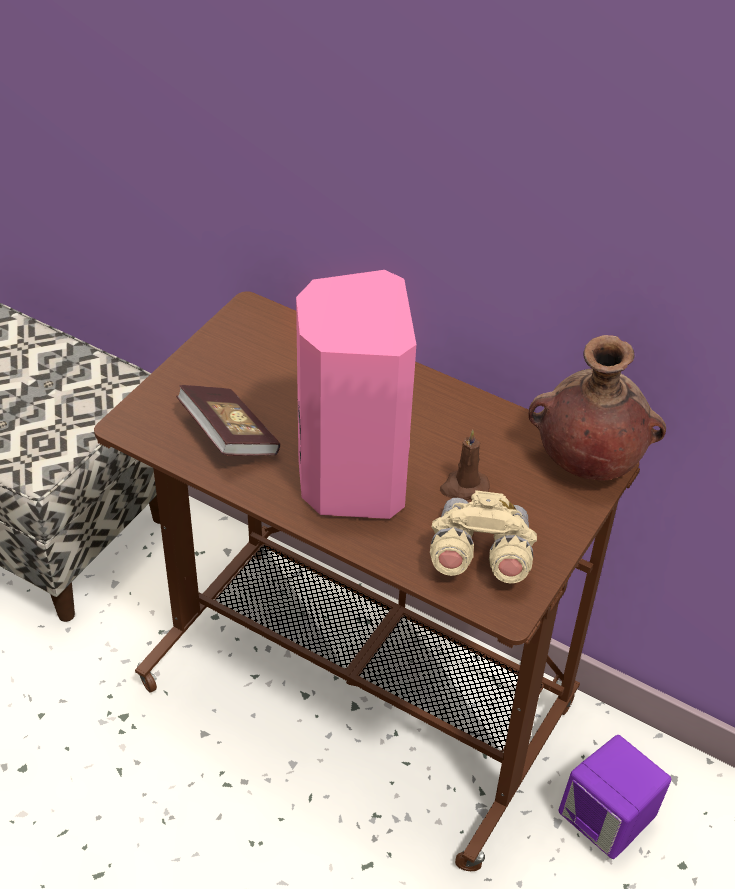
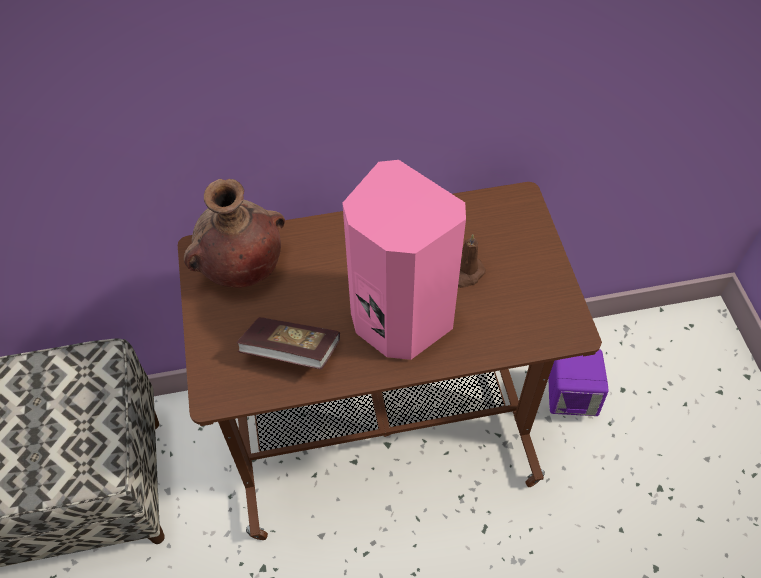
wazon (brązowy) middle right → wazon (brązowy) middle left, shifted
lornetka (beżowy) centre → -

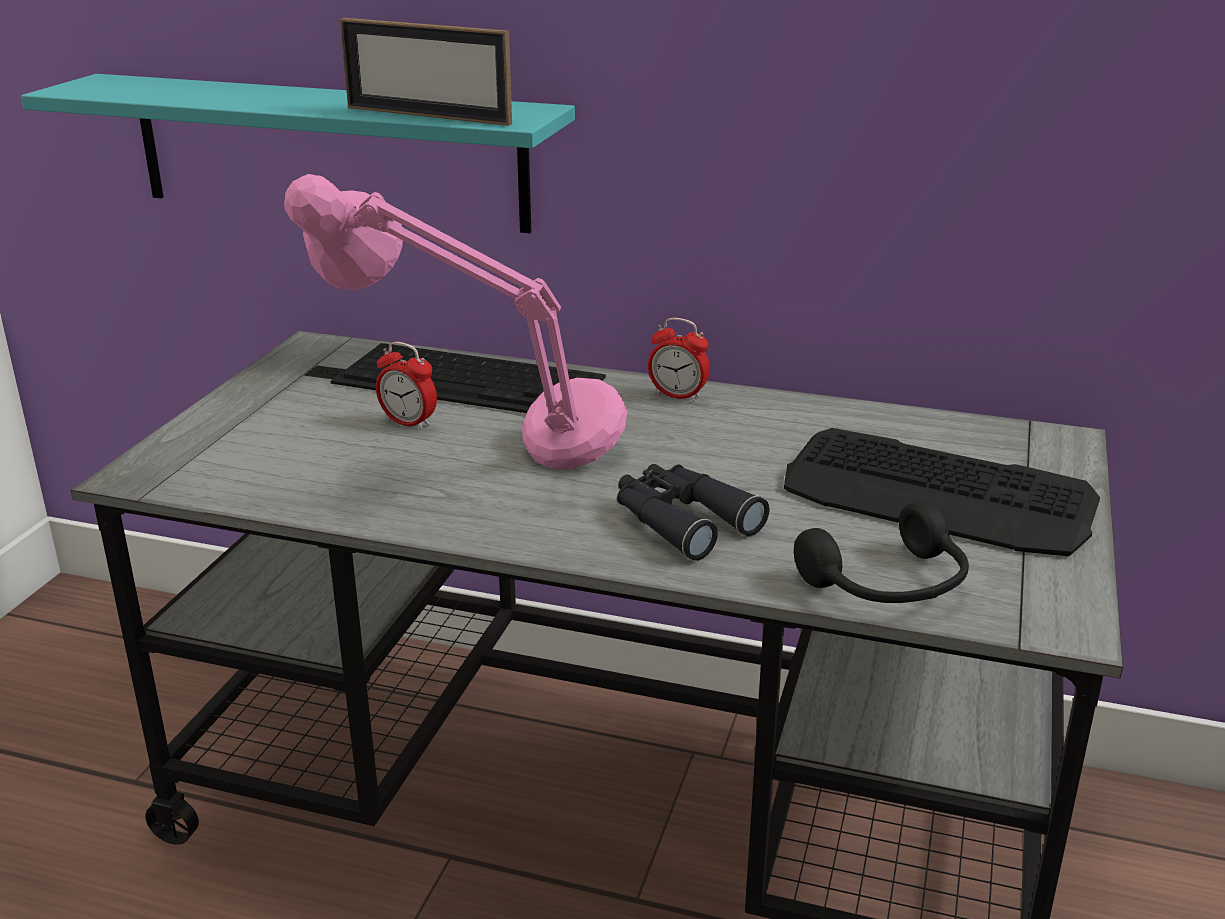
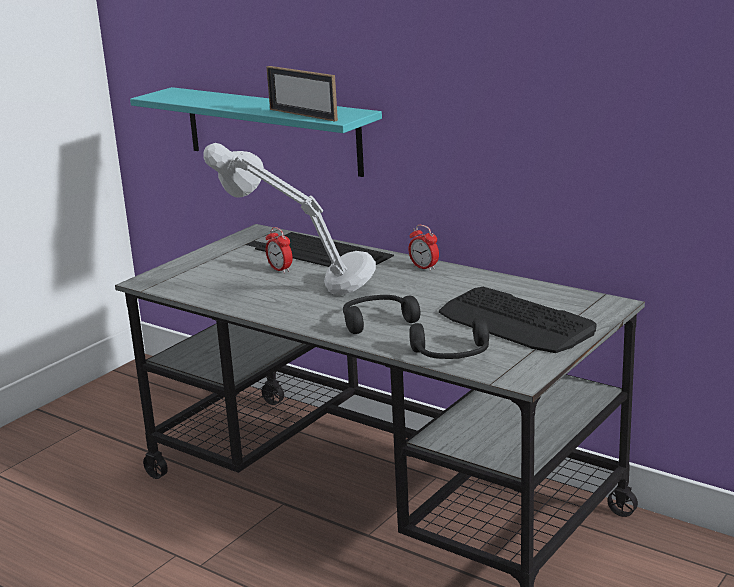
lampa stołowa (różowy) centre → lampa stołowa (szary) centre
lornetka (czarny) centre → słuchawki (czarny) (no. 1 from left) centre

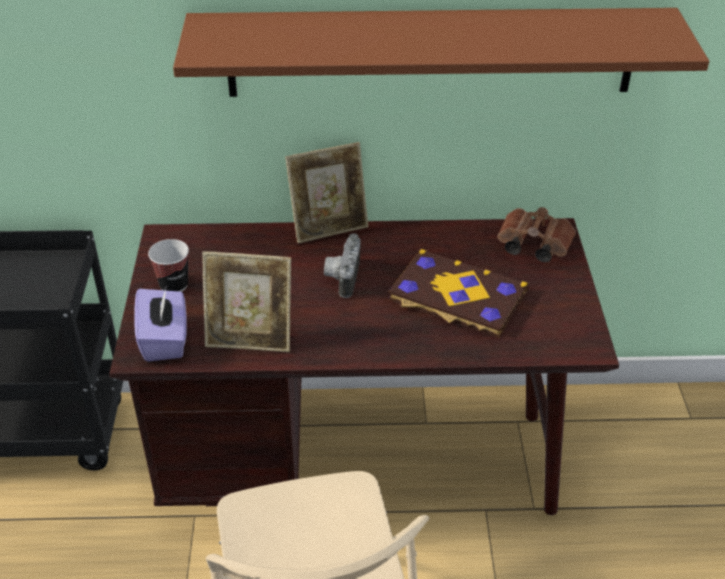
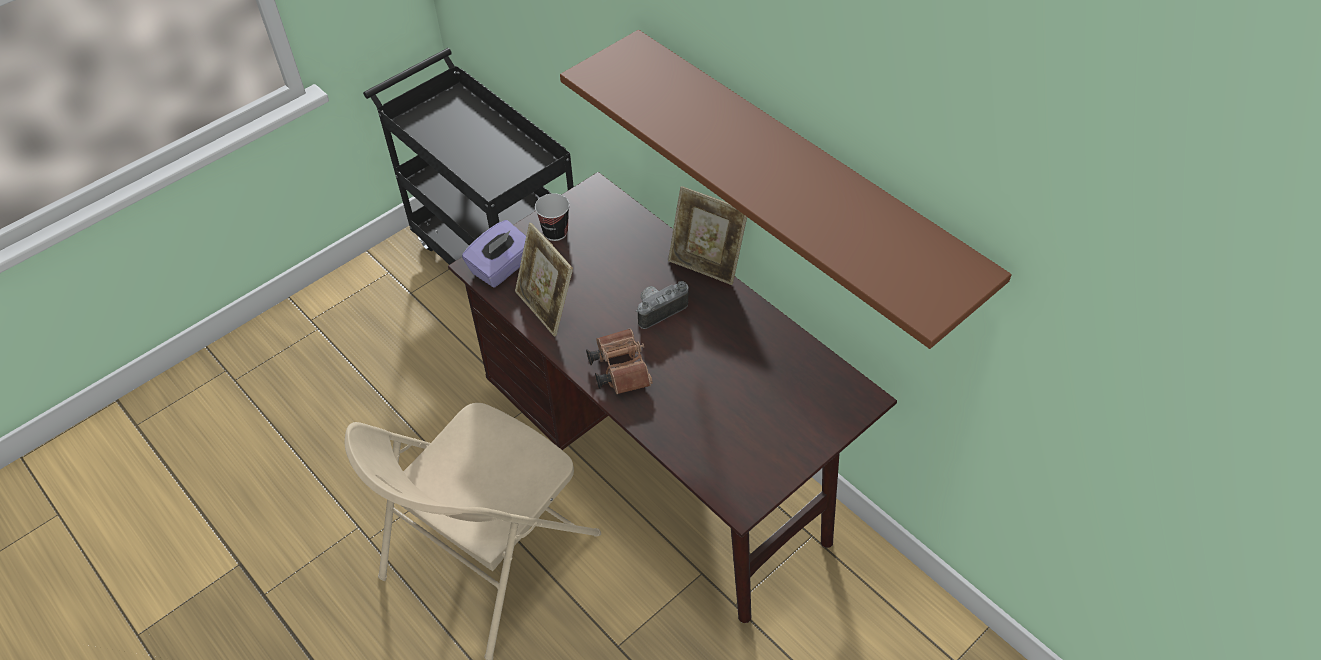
lornetka (brązowy) middle right → lornetka (brązowy) centre, shifted
książka centre → -

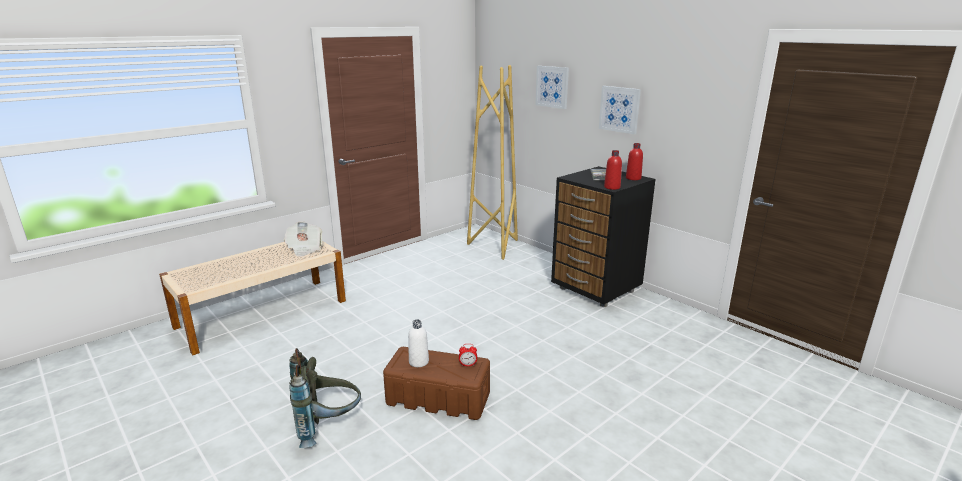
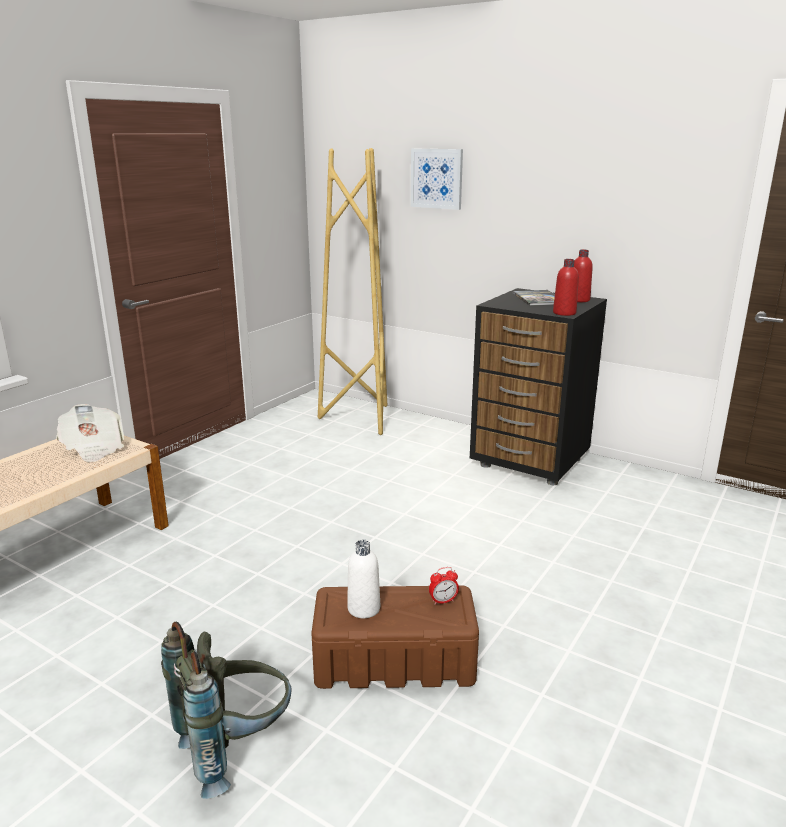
obraz (no. 2 from left) top centre → -

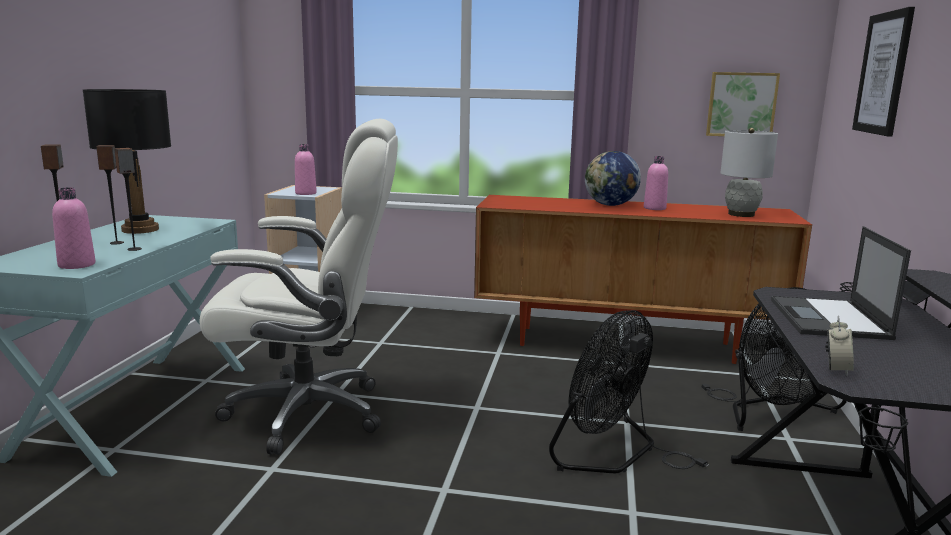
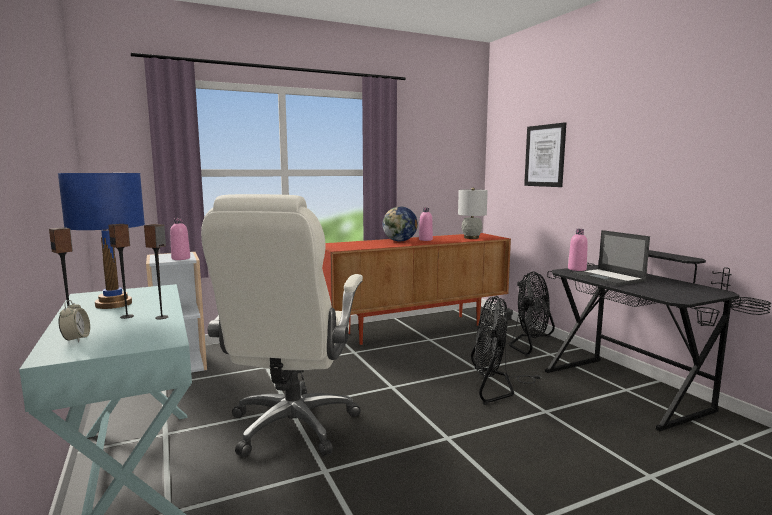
obraz (no. 1 from left) top right → -
lampa stołowa (czarny) top left → lampa stołowa (niebieski) middle left
krzesło biurowe (biały) middle left → krzesło biurowe (biały) centre, 135 degrees clockwise
butelka (różowy) (no. 1 from left in the first image) middle left → butelka (różowy) (no. 3 from left) middle right, shifted
budzik middle right → budzik middle left, shifted

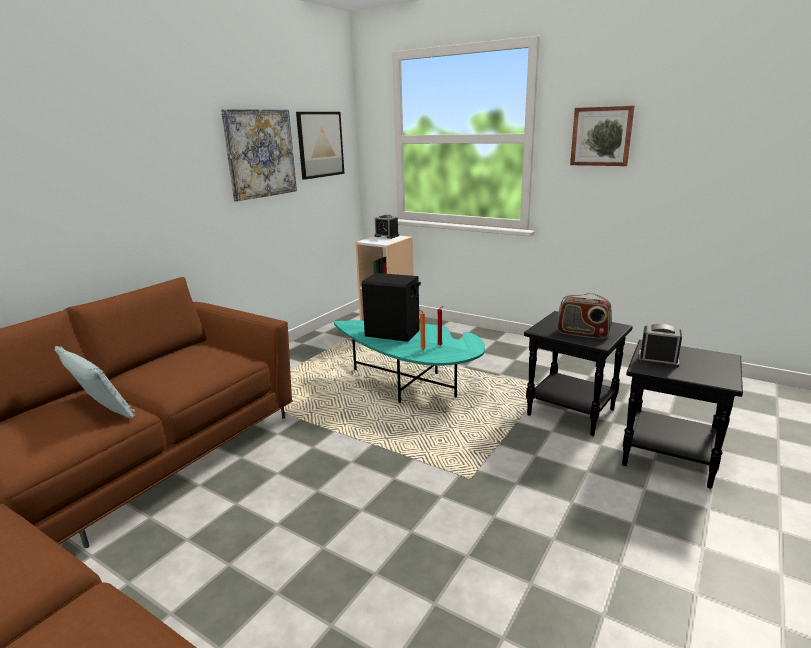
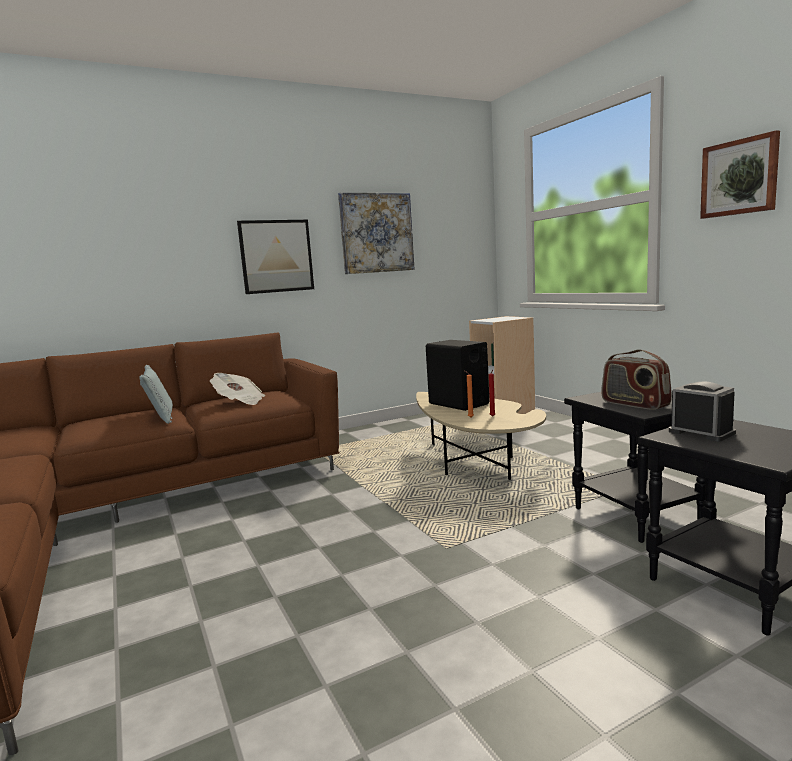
obraz (no. 2 from left in the first image) top centre → obraz (no. 1 from left) centre, shifted
budzik (no. 1 from left) centre → -
ława (turkusowy) centre → ława (beżowy) centre
- → gazeta middle left

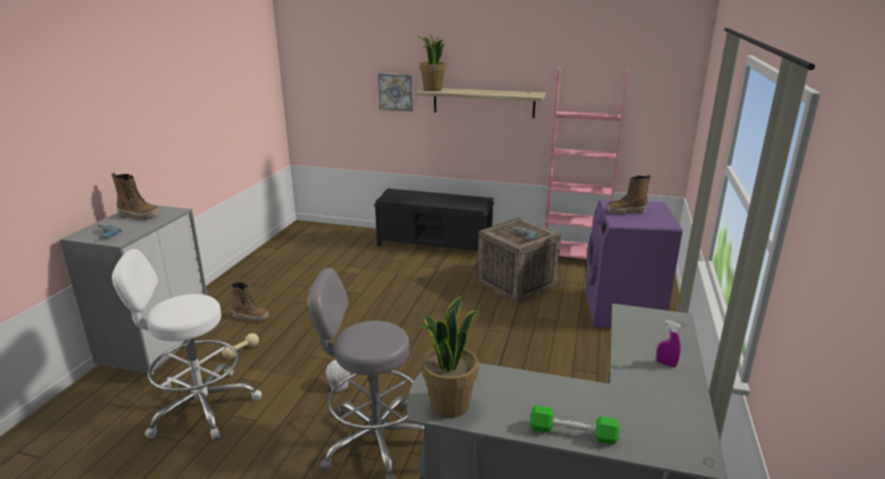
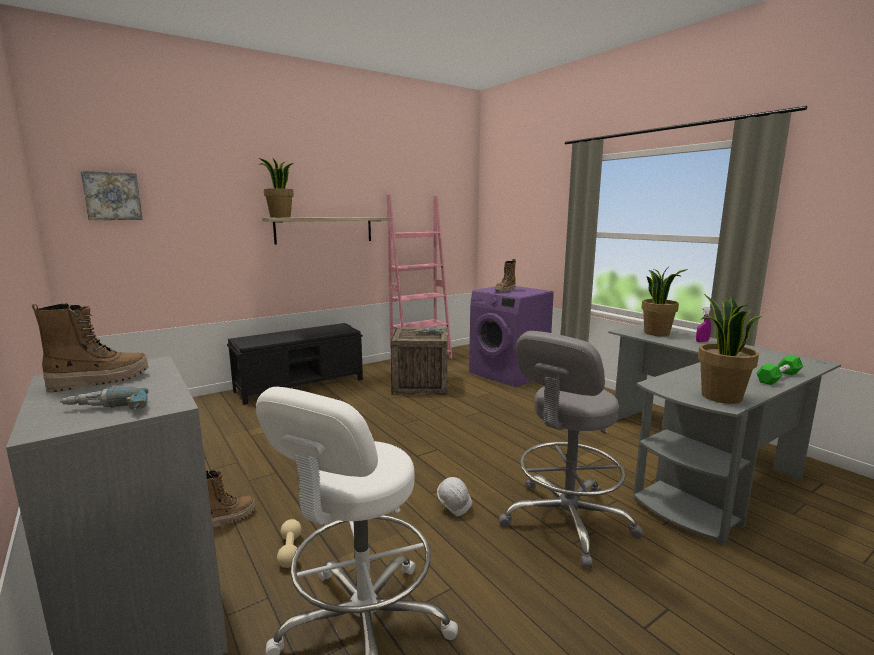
obraz top centre → obraz top left, shifted
- → roślina doniczkowa (no. 2 from left) middle right

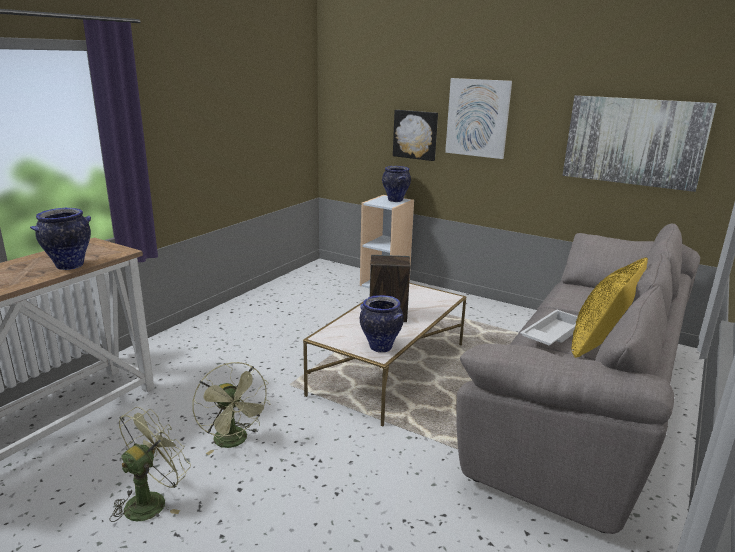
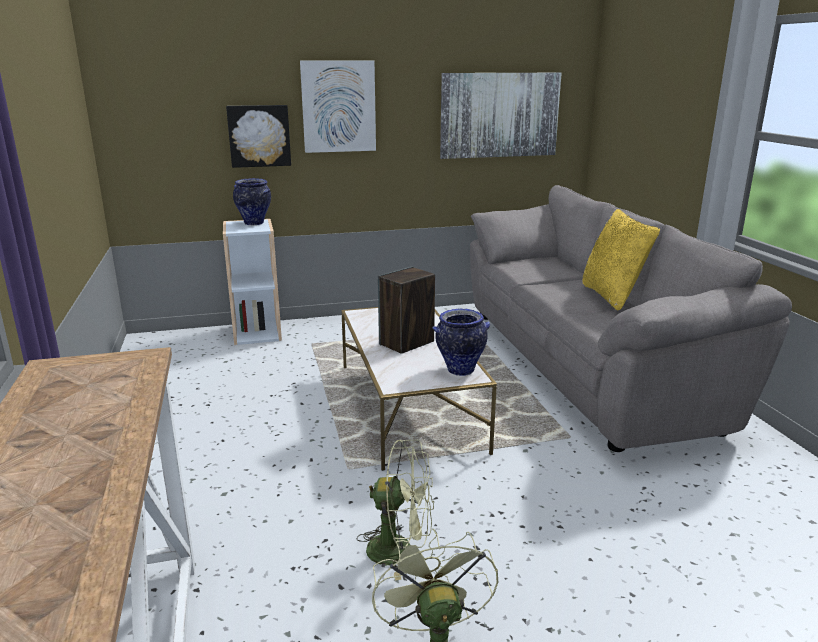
wazon (no. 1 from left) middle left → -
taca (biały) middle right → -

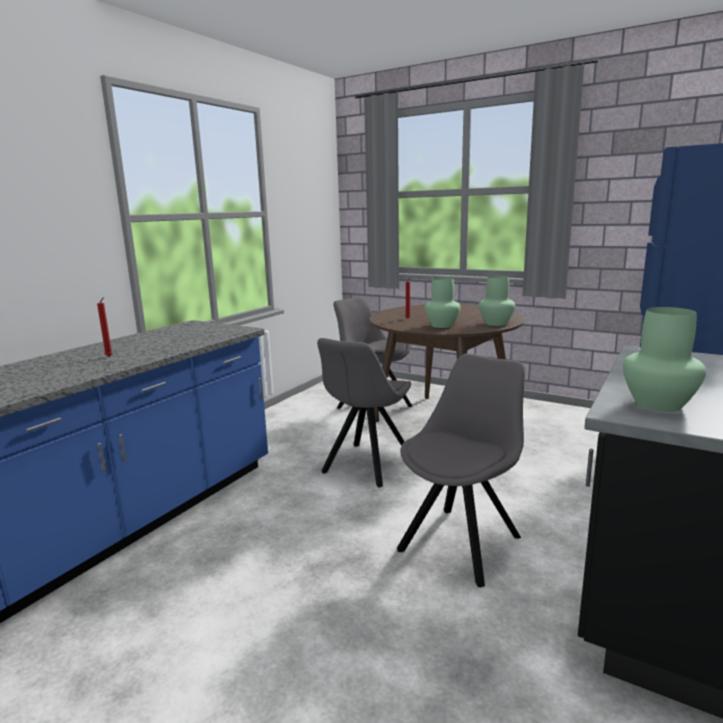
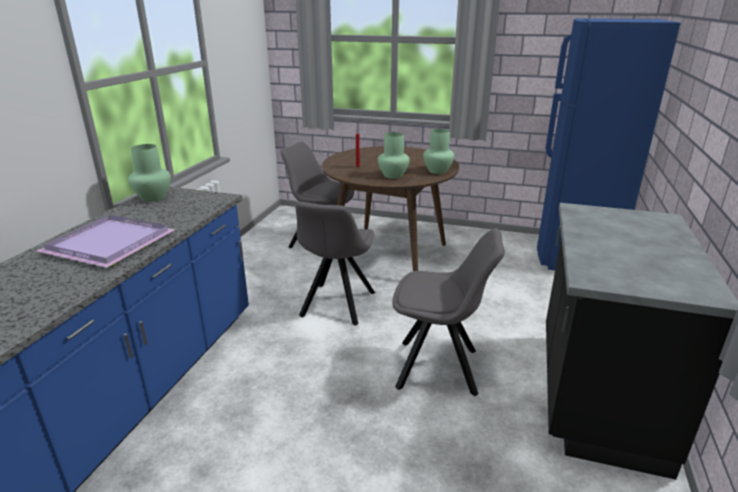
świeca (czerwony) (no. 1 from left) middle left → taca (fioletowy) middle left
wazon (zielony) (no. 3 from left in the first image) middle right → wazon (zielony) (no. 1 from left) middle left, shifted
krzesło (szary) (no. 3 from left) centre, 75 degrees clockwise

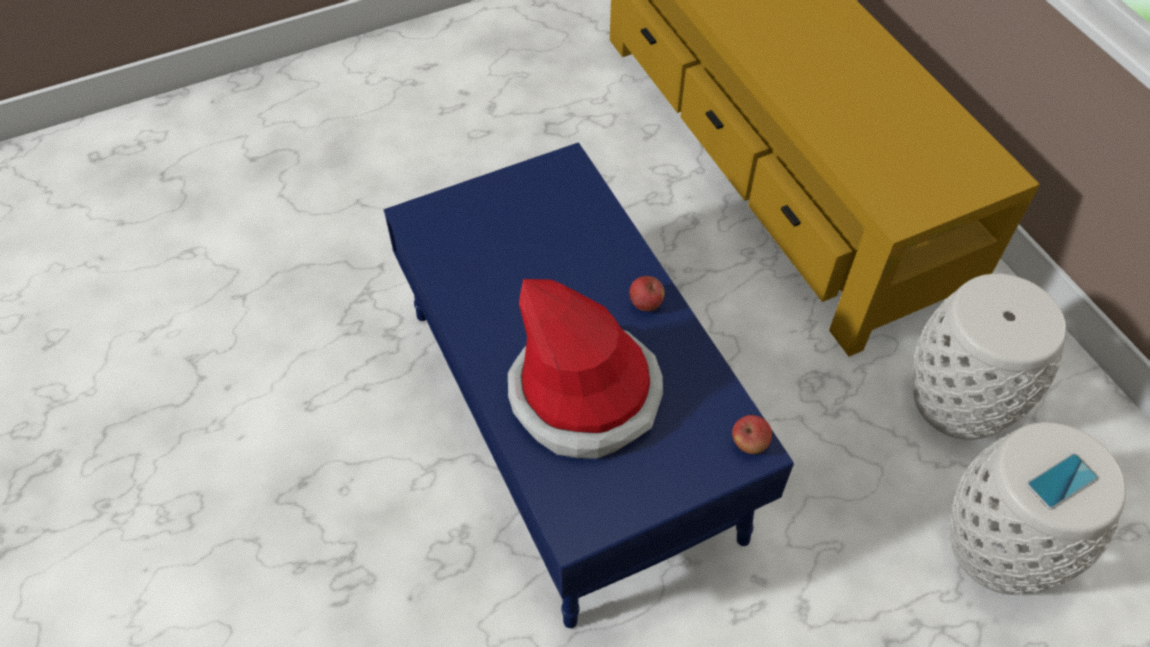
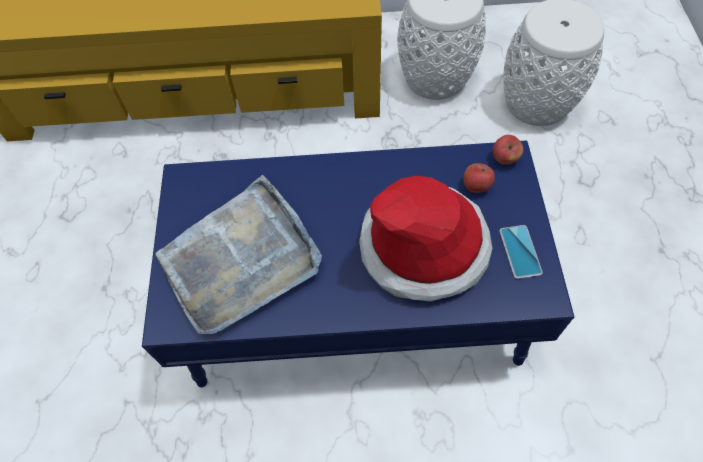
jabłko (no. 1 from left) centre → jabłko (no. 1 from left) middle right, shifted
telefon bottom right → telefon middle right, shifted
- → taca (szary) centre

